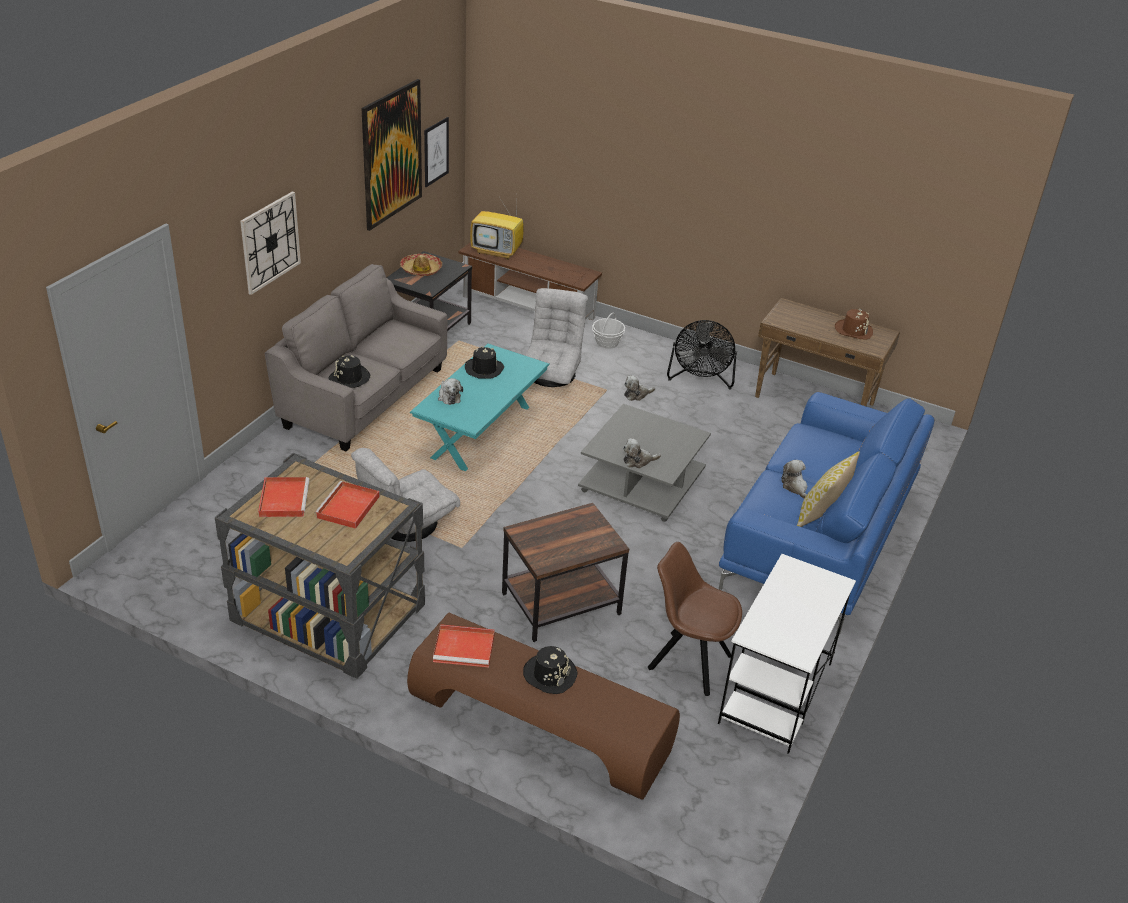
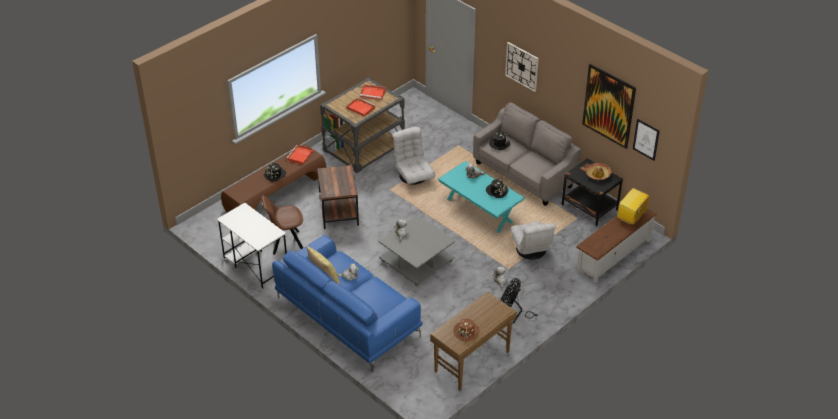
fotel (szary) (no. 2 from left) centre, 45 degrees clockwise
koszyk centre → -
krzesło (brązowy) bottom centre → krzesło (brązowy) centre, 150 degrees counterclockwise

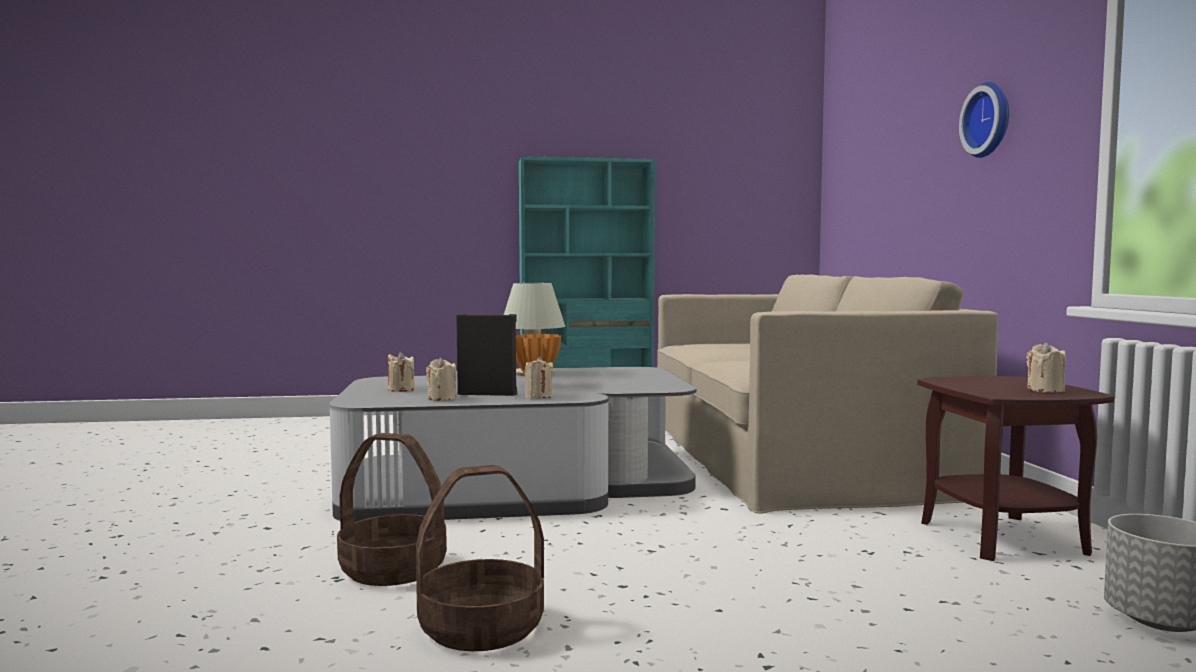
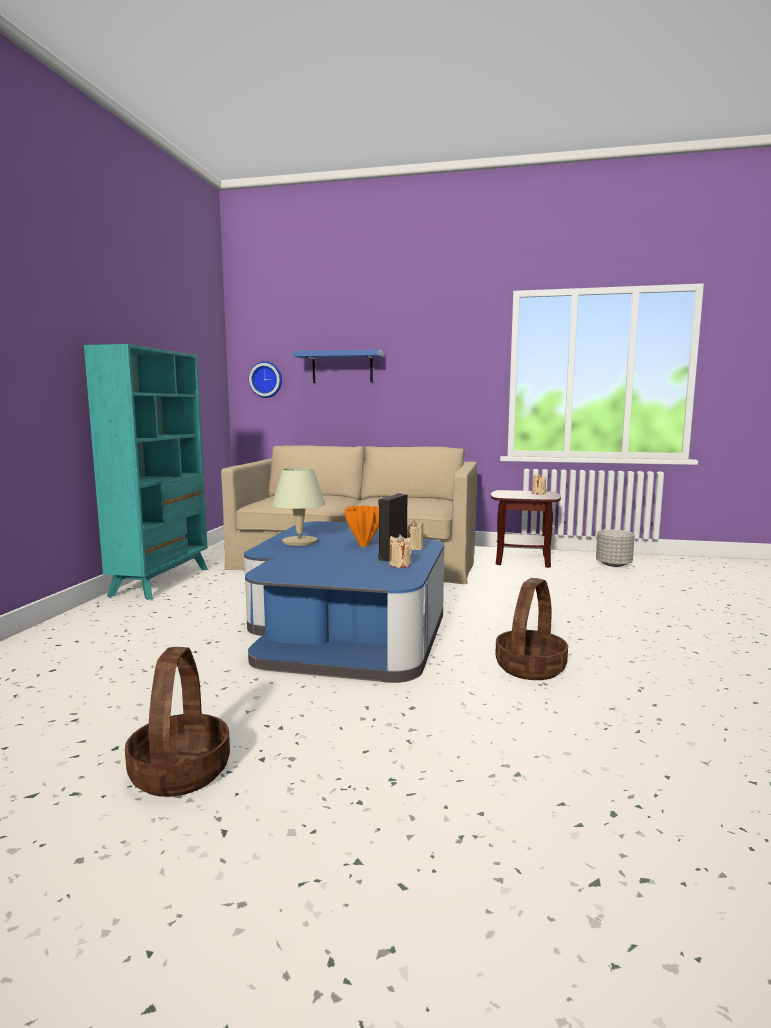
zegar ścienny top right → zegar ścienny centre, shifted
świeca (beżowy) (no. 1 from left) centre → -
ława (szary) centre → ława (niebieski) centre
koszyk (no. 2 from left in the first image) bottom centre → koszyk (no. 1 from left) bottom left, shifted
- → półka (niebieski) centre

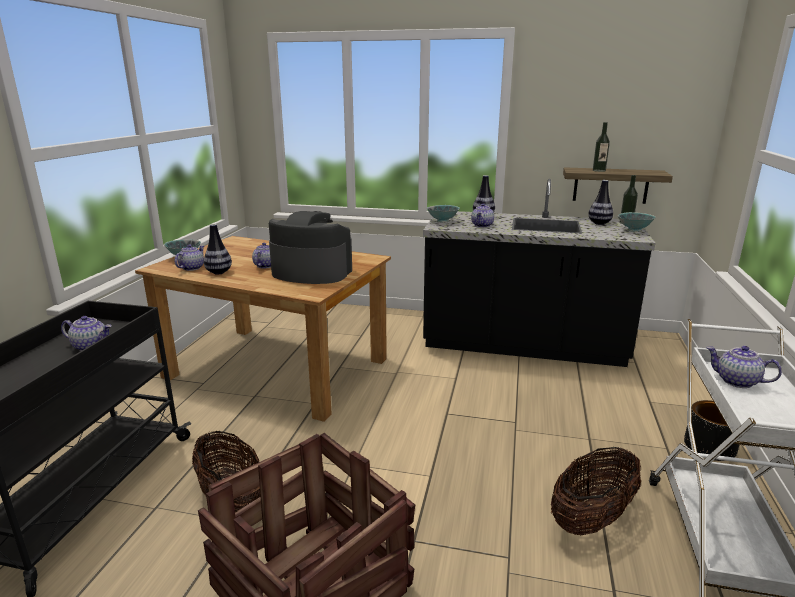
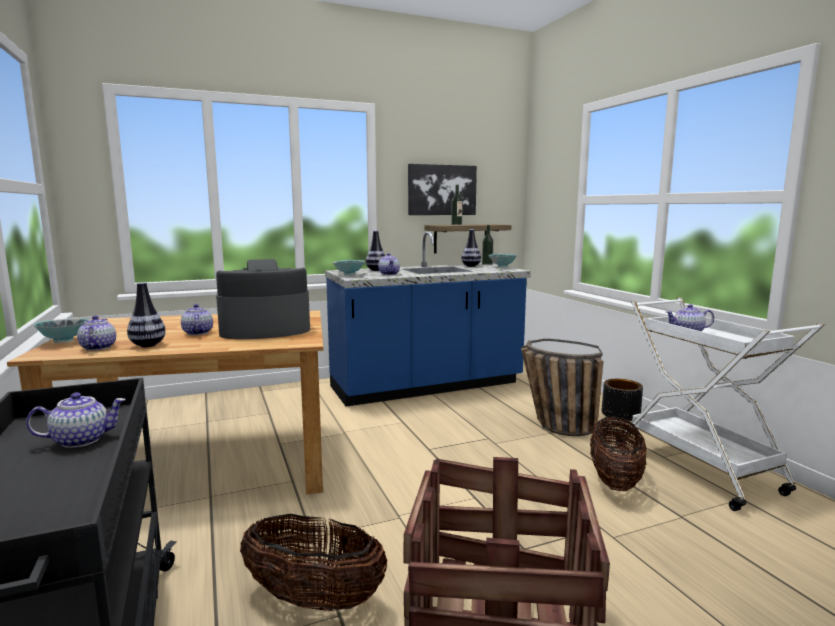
zabudowa kuchenna (czarny) middle right → zabudowa kuchenna (niebieski) centre
- → obraz top centre
- → koszyk (no. 2 from left) middle right

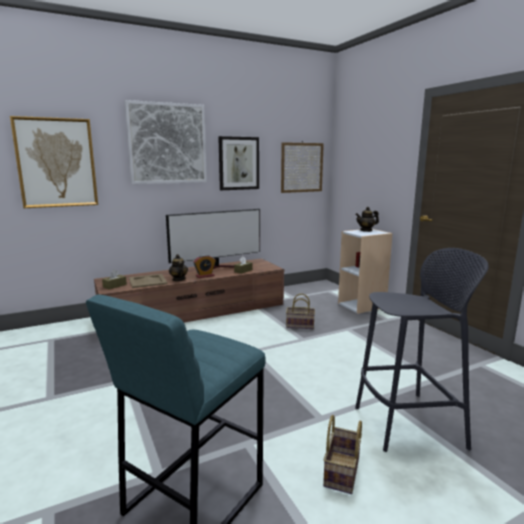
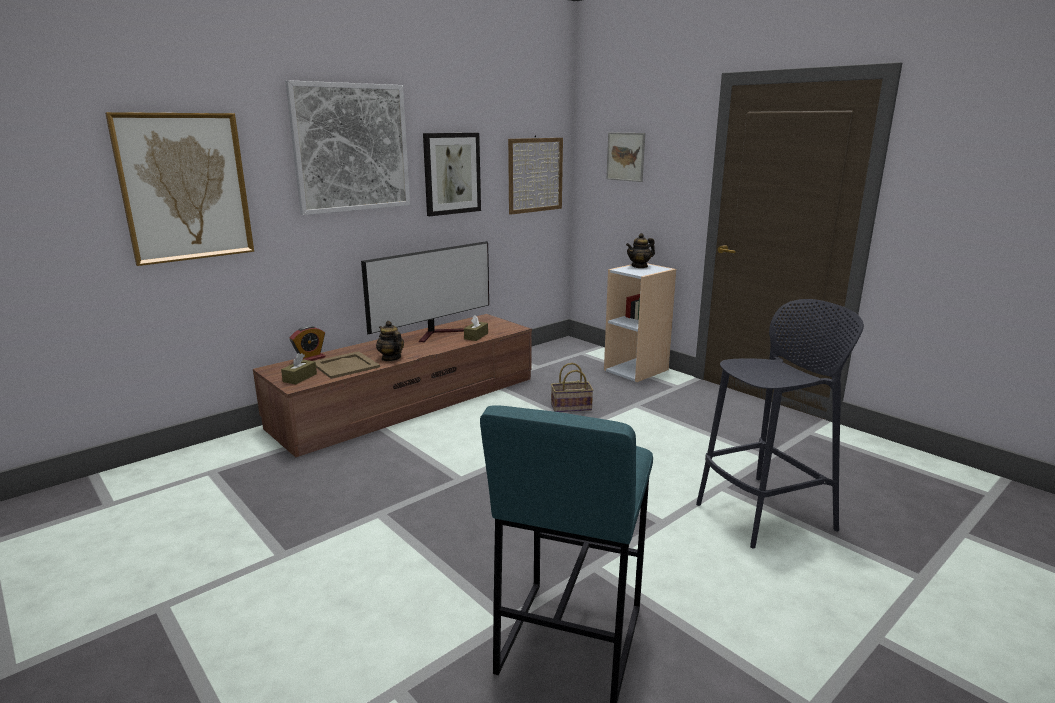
budzik centre → budzik middle left, shifted
koszyk (no. 2 from left) bottom centre → -
- → obraz (no. 5 from left) top centre

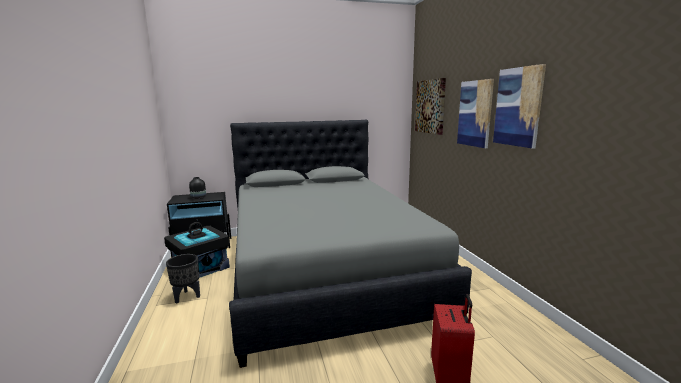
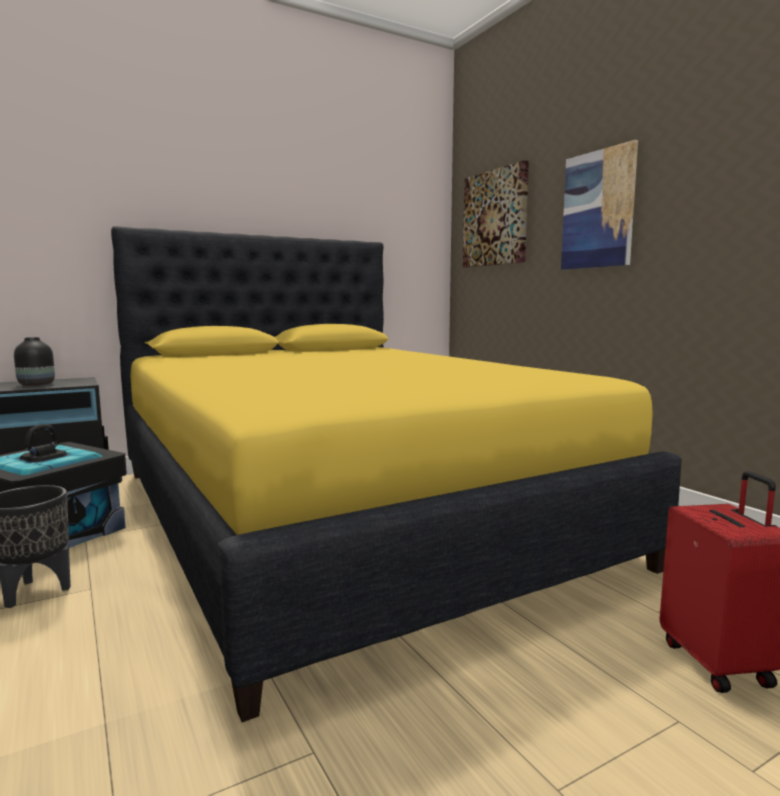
obraz (no. 3 from left) top right → -
łóżko (szary) centre → łóżko (żółty) centre

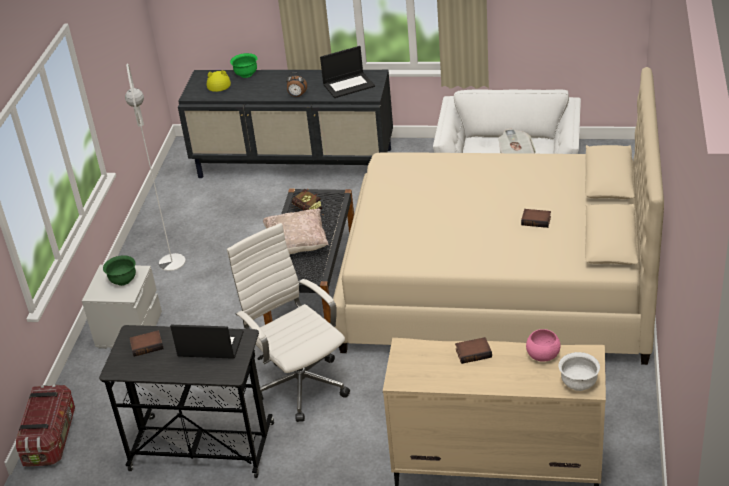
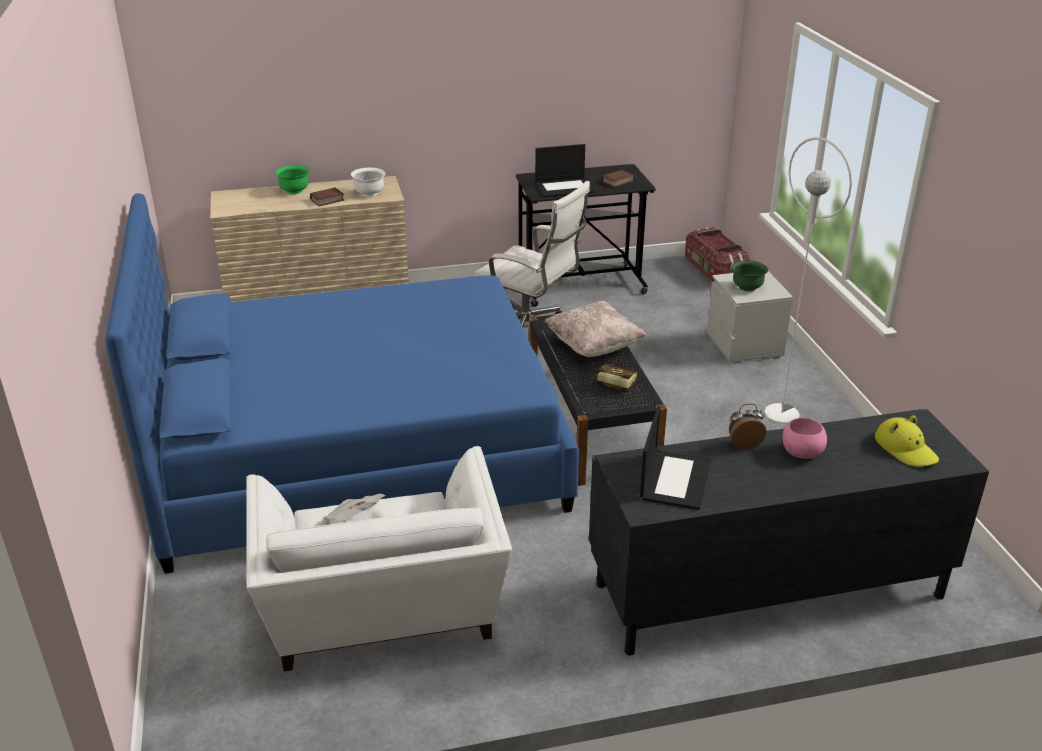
laptop (no. 2 from left) top centre → laptop (no. 2 from left) centre, 150 degrees clockwise
miska (zielony) (no. 2 from left in the first image) top centre → miska (zielony) (no. 1 from left) top left, shifted
łóżko (beżowy) middle right → łóżko (niebieski) middle left
książka (no. 4 from left) middle right → -
miska (różowy) bottom right → miska (różowy) middle right, shifted
miska (biały) bottom right → miska (biały) top centre, shifted

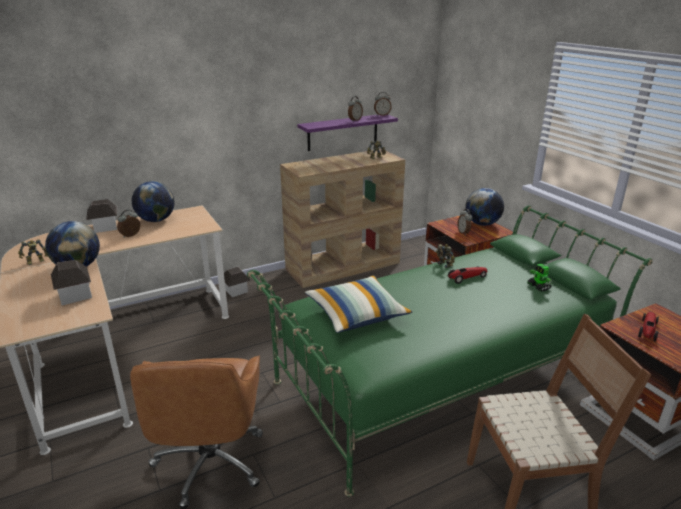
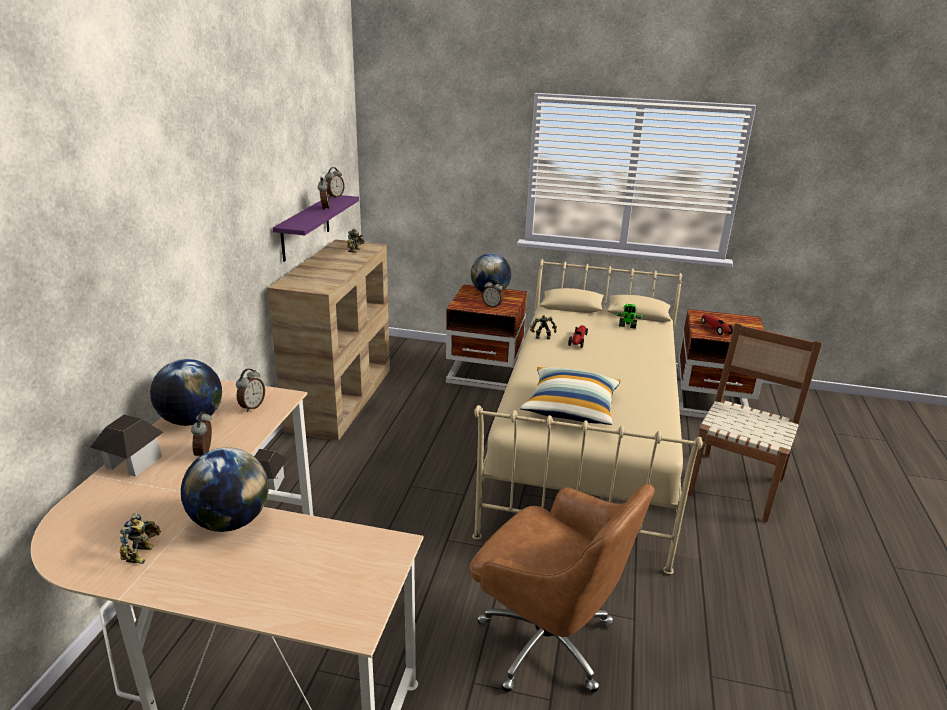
łóżko (zielony) bottom centre → łóżko (beżowy) centre
domek (no. 1 from left) middle left → -
- → budzik (no. 2 from left) middle left

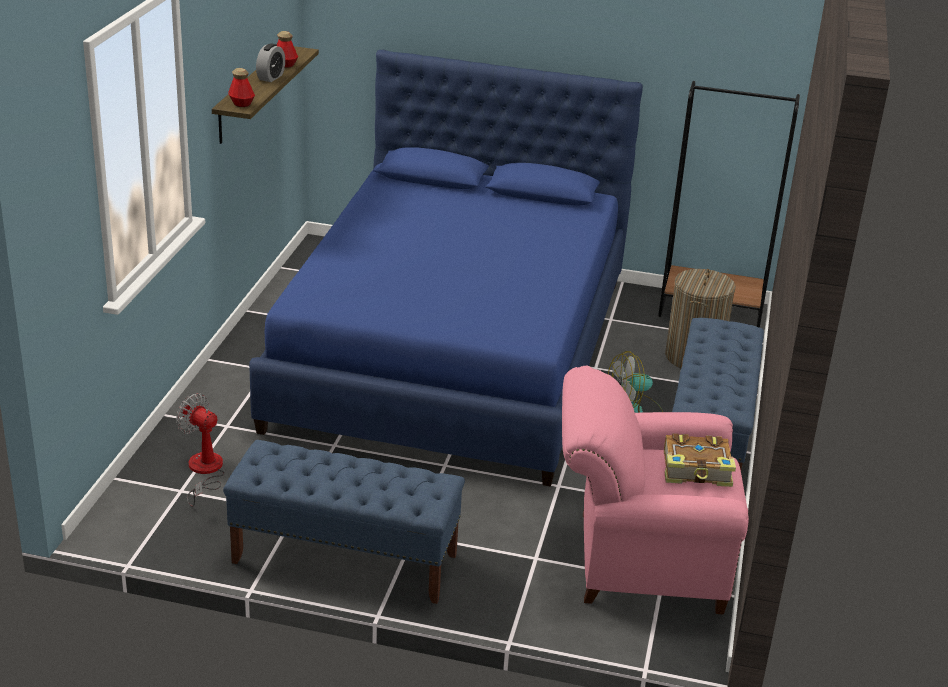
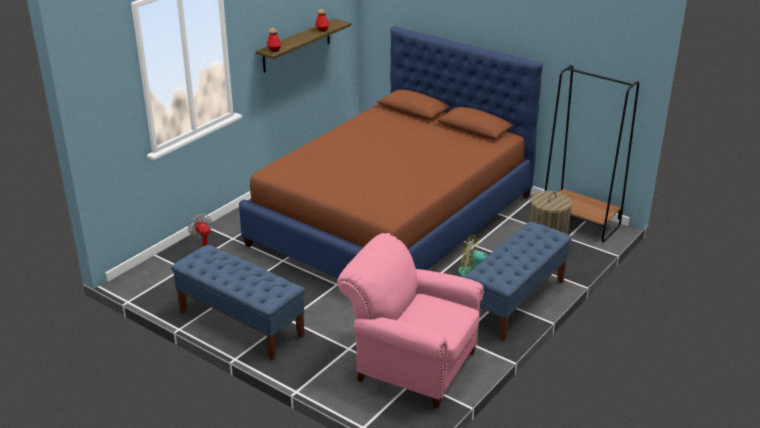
budzik top left → -
łóżko (niebieski) centre → łóżko (brązowy) centre
książka bottom right → -

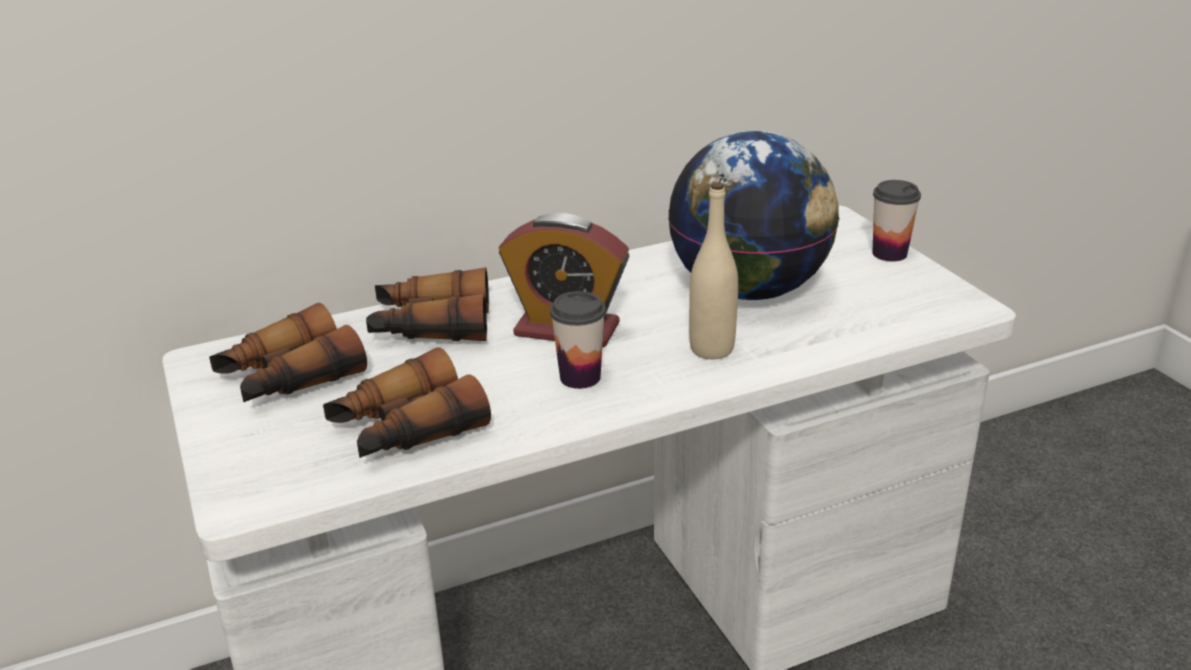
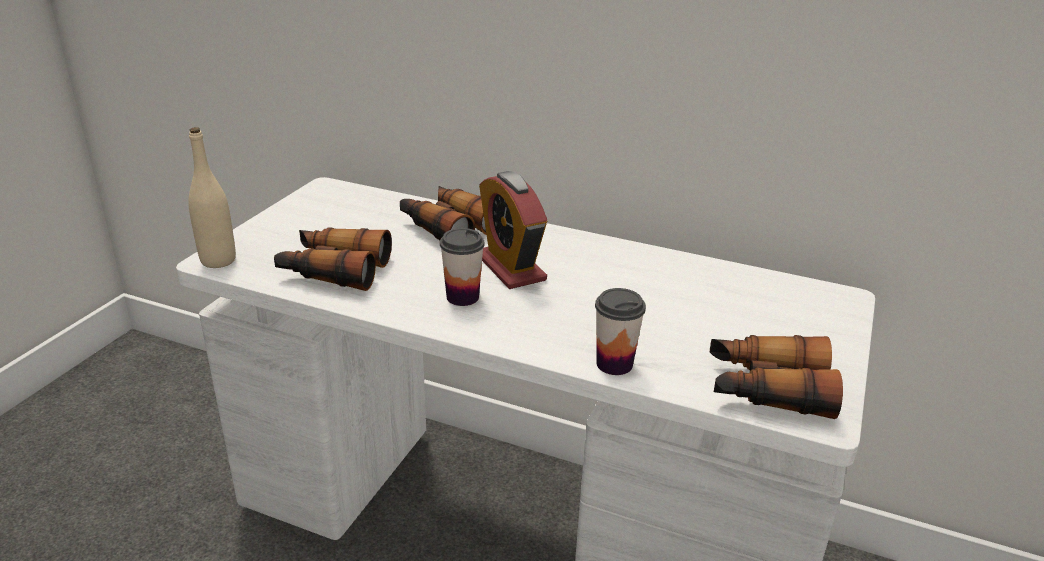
globus top centre → -
filiżanka (no. 2 from left) top right → filiżanka (no. 2 from left) centre, shifted
butelka (beżowy) centre → butelka (beżowy) middle left, shifted
lornetka (no. 1 from left in the first image) middle left → lornetka (no. 3 from left) bottom right, shifted

